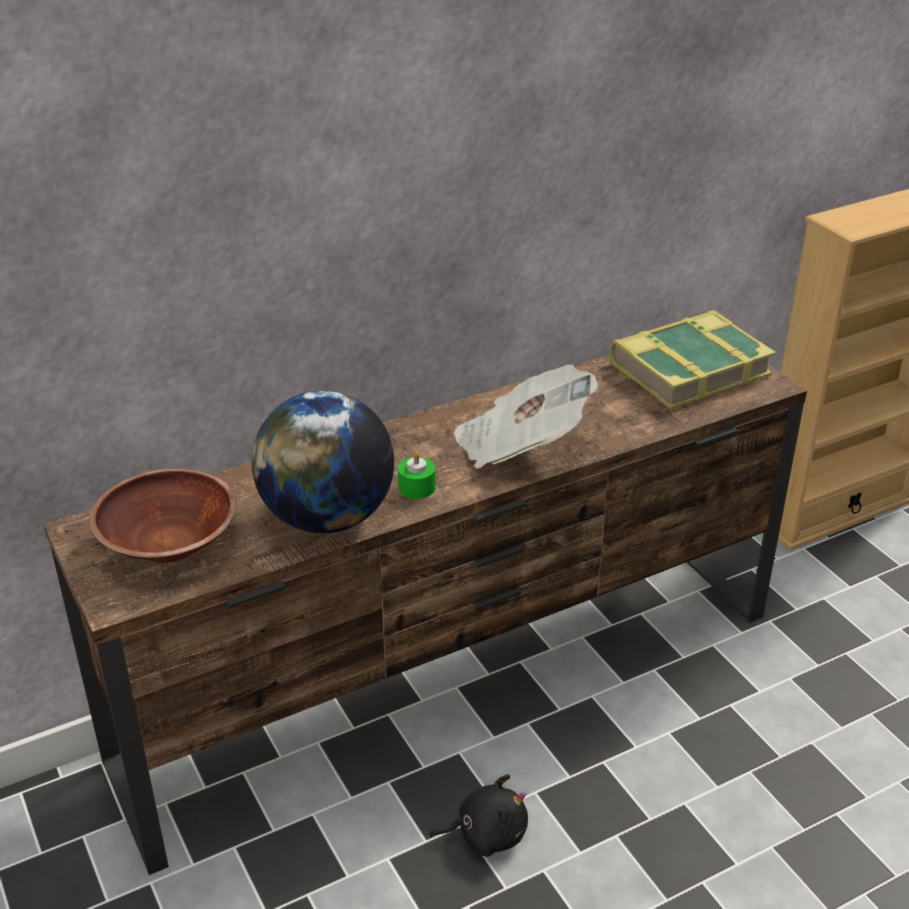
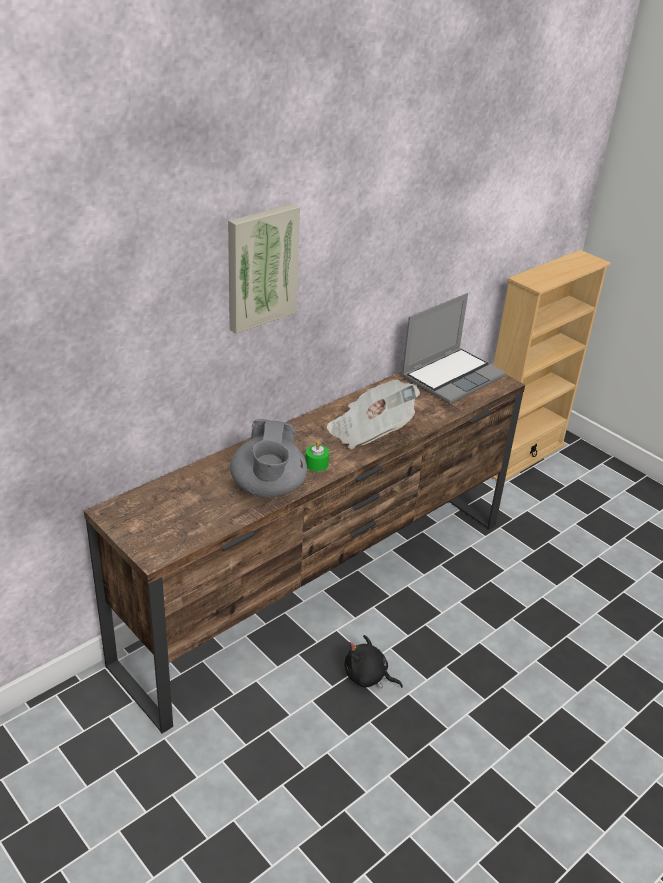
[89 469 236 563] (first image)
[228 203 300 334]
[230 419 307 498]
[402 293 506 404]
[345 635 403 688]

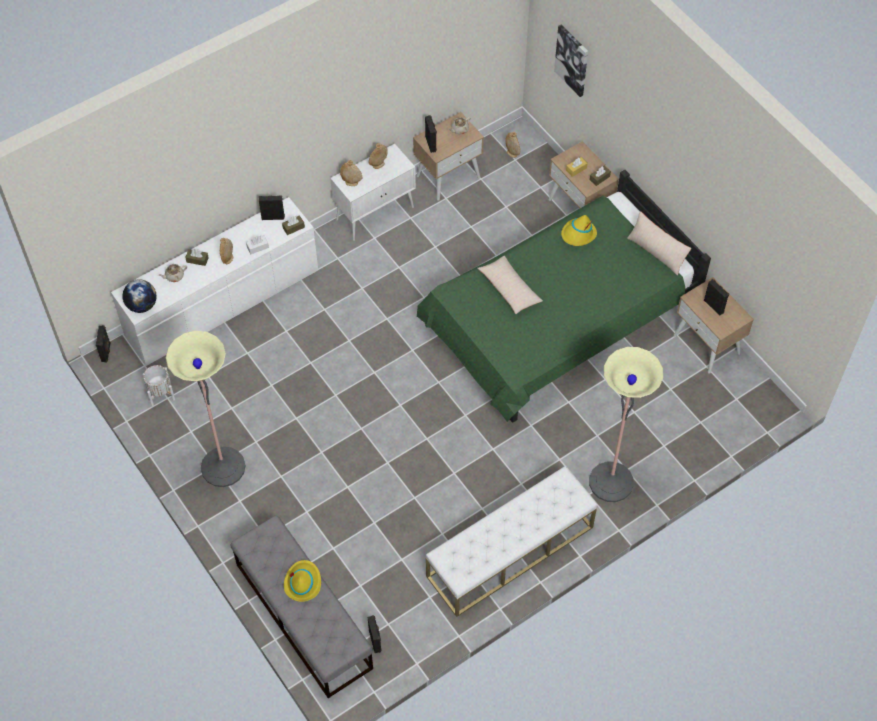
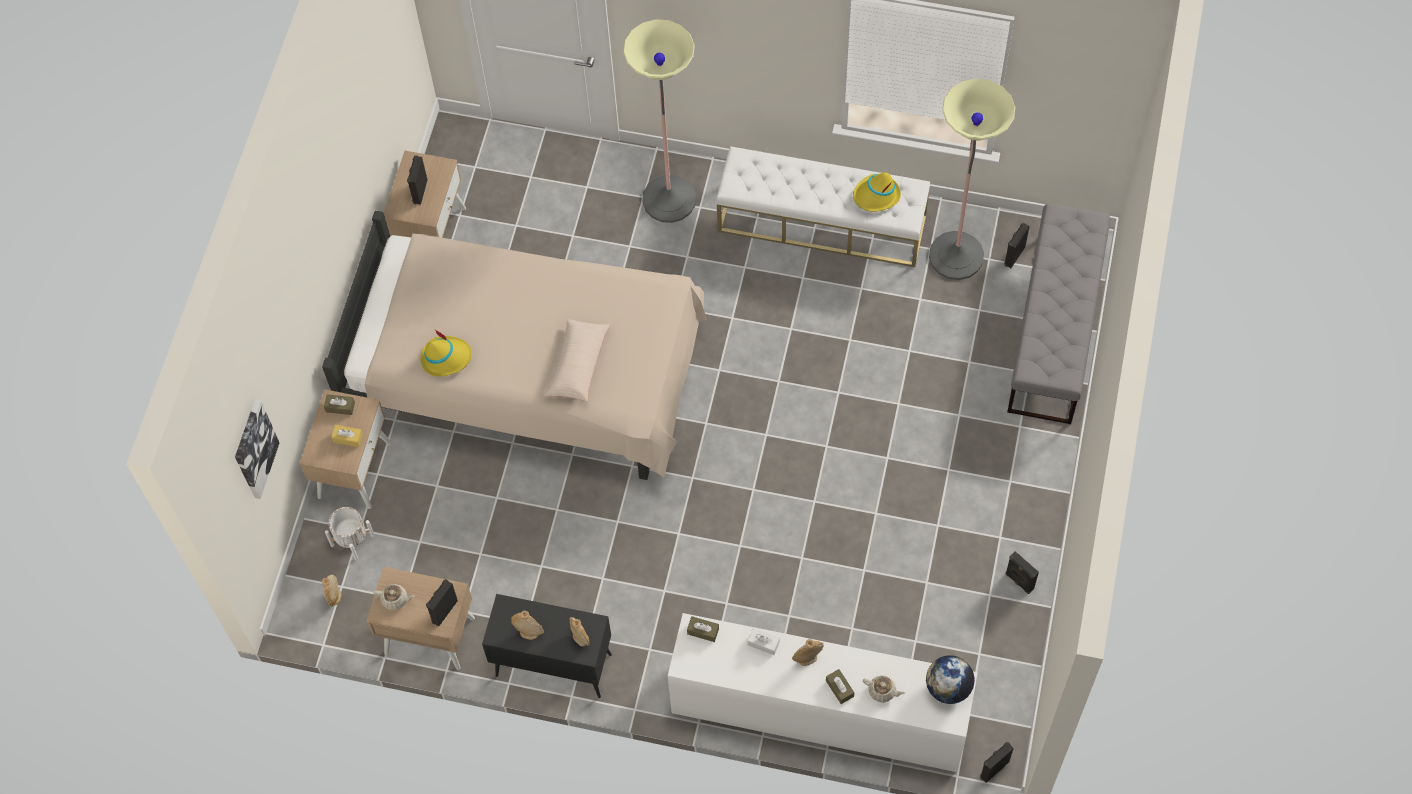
[627 211 691 275] (first image)
[325 507 375 561]
[929 78 1015 280]
[1006 551 1039 594]
[853 172 901 212]
[482 594 612 698]
[322 211 707 480]

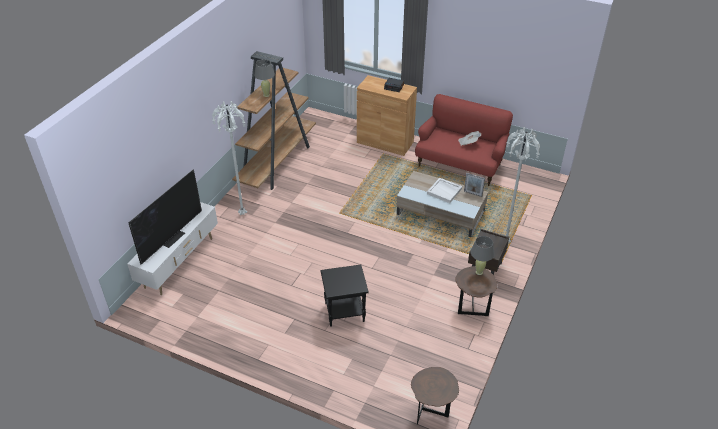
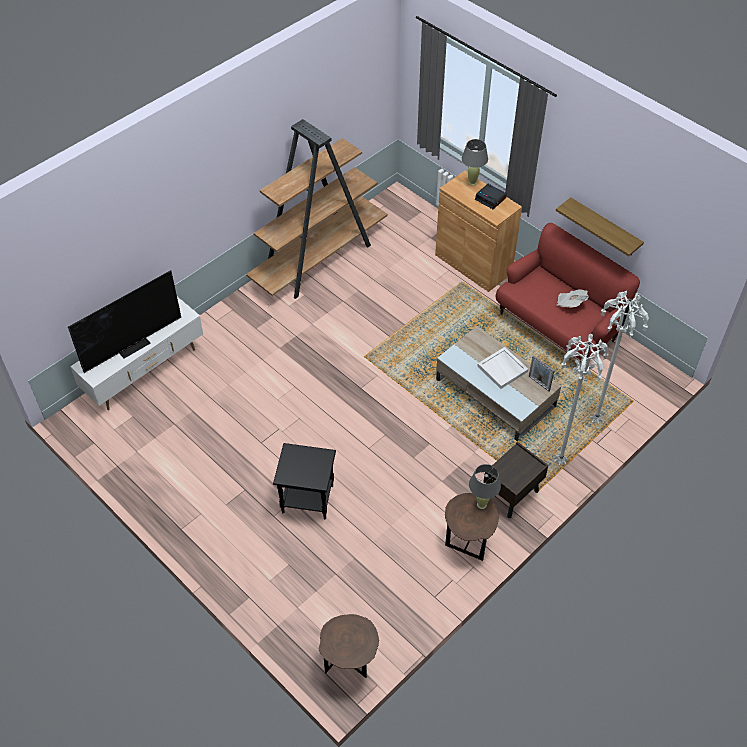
[556 197 644 256]
[590 291 649 425]
[462 139 488 185]

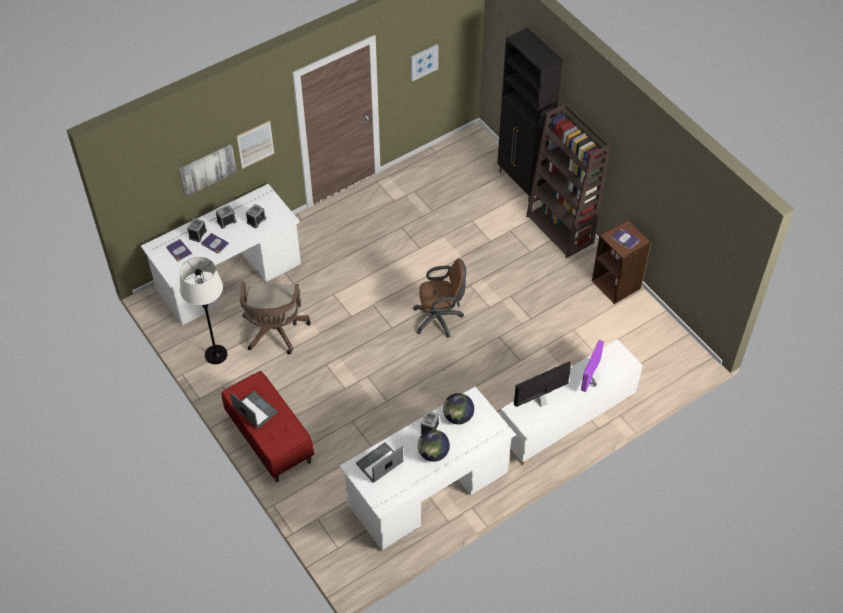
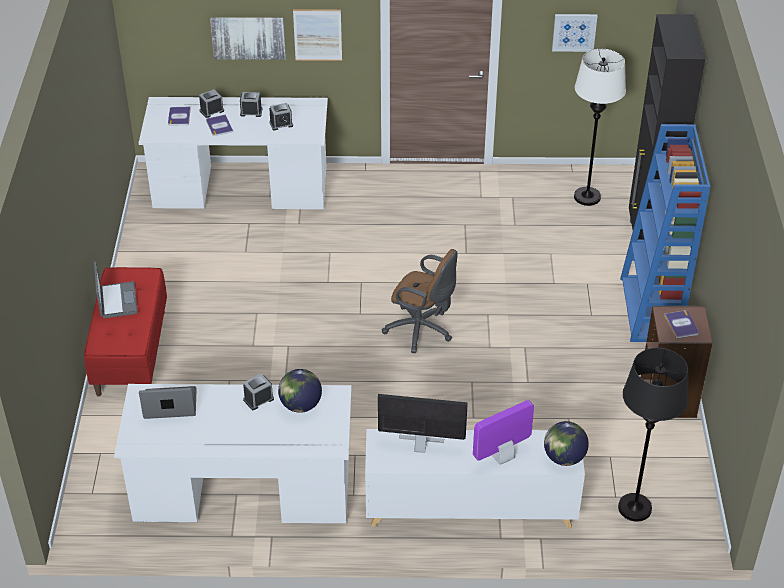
[239 281 311 354] (first image)
[618 348 688 522]
[574 49 626 206]
[544 421 589 466]
[620 124 711 342]

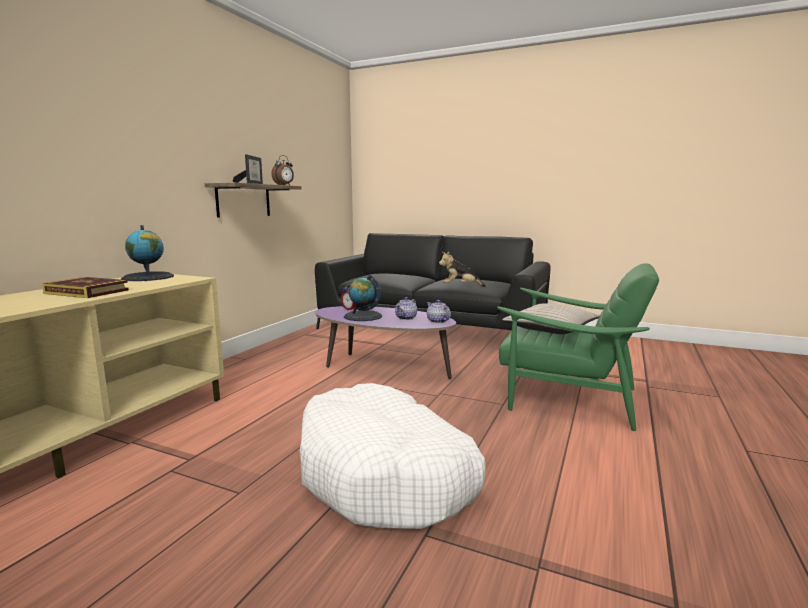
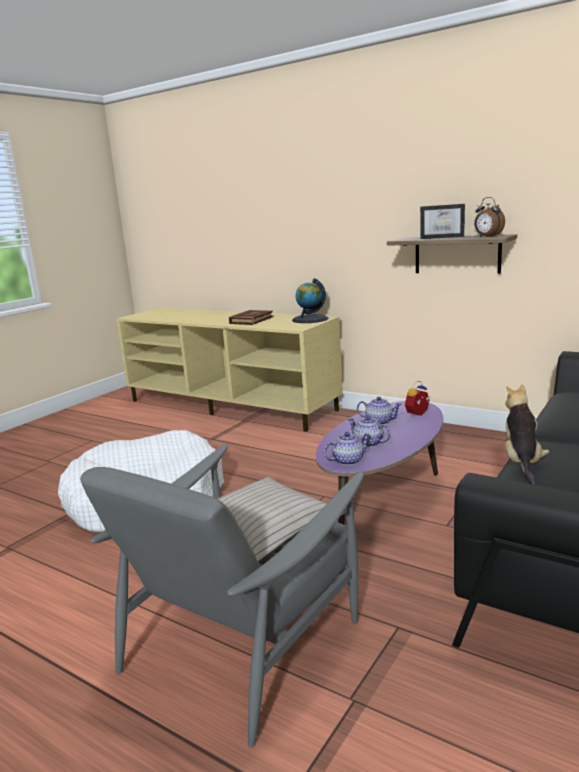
[357 397 402 425]
[80 444 364 747]

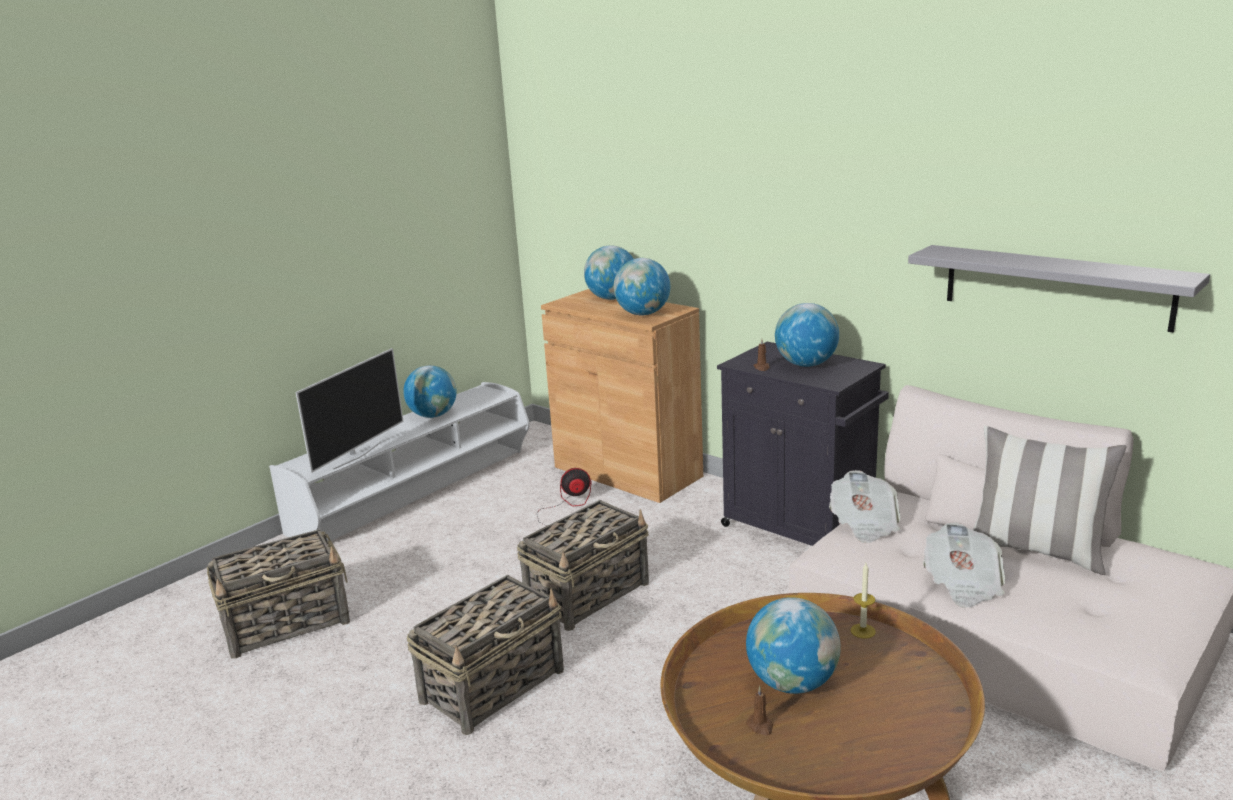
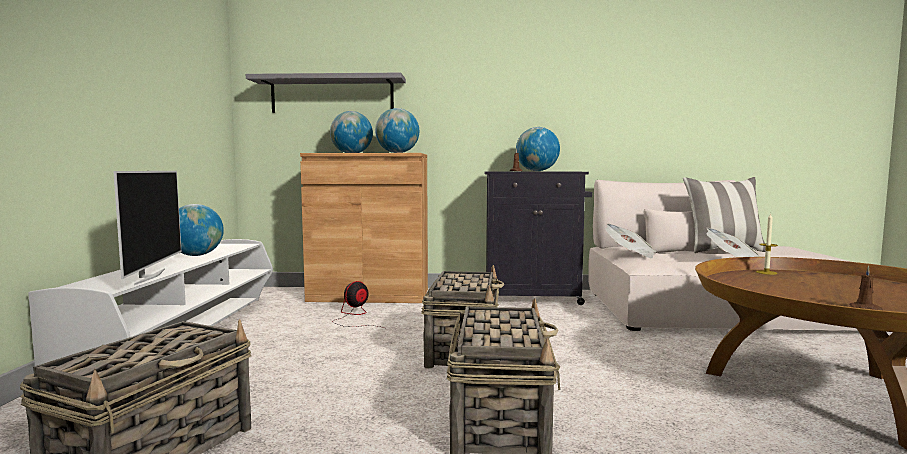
[746 597 841 694] (first image)
[246 73 406 113]

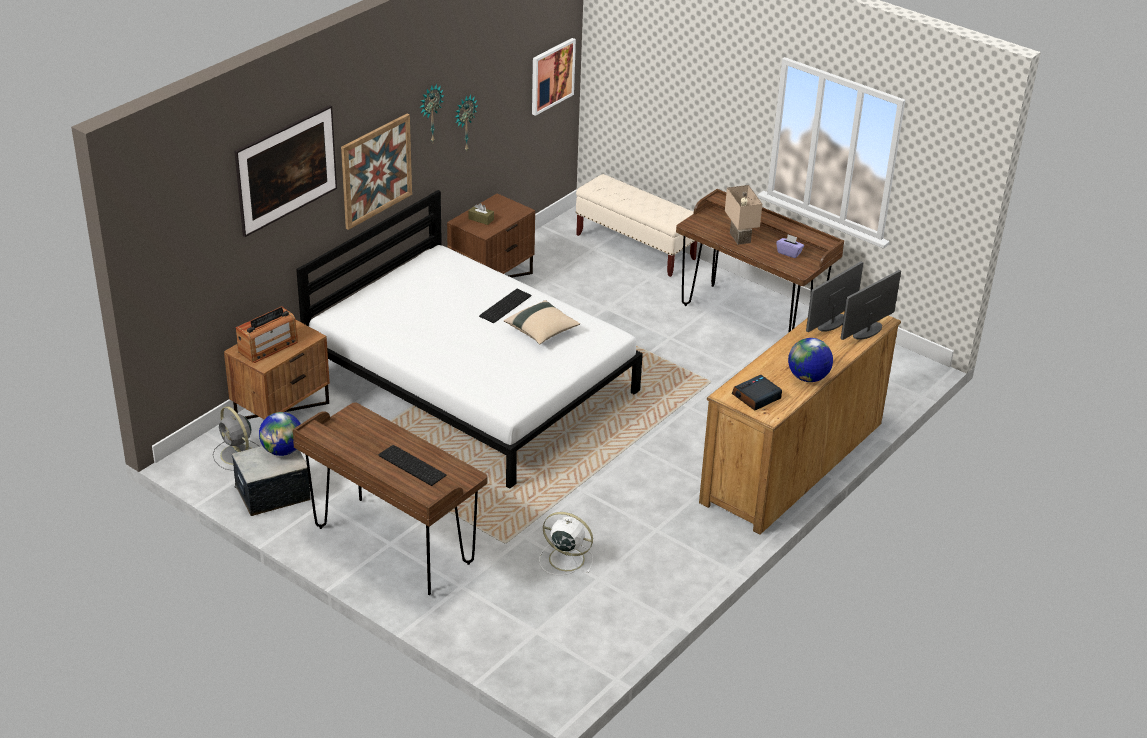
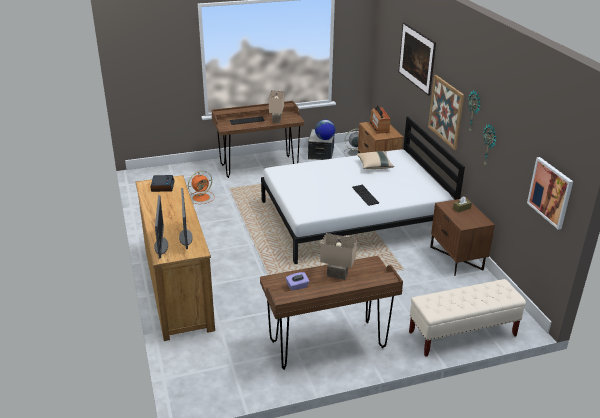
[788 338 833 382] (first image)
[269 91 284 123]
[357 151 394 169]
[188 171 215 204]

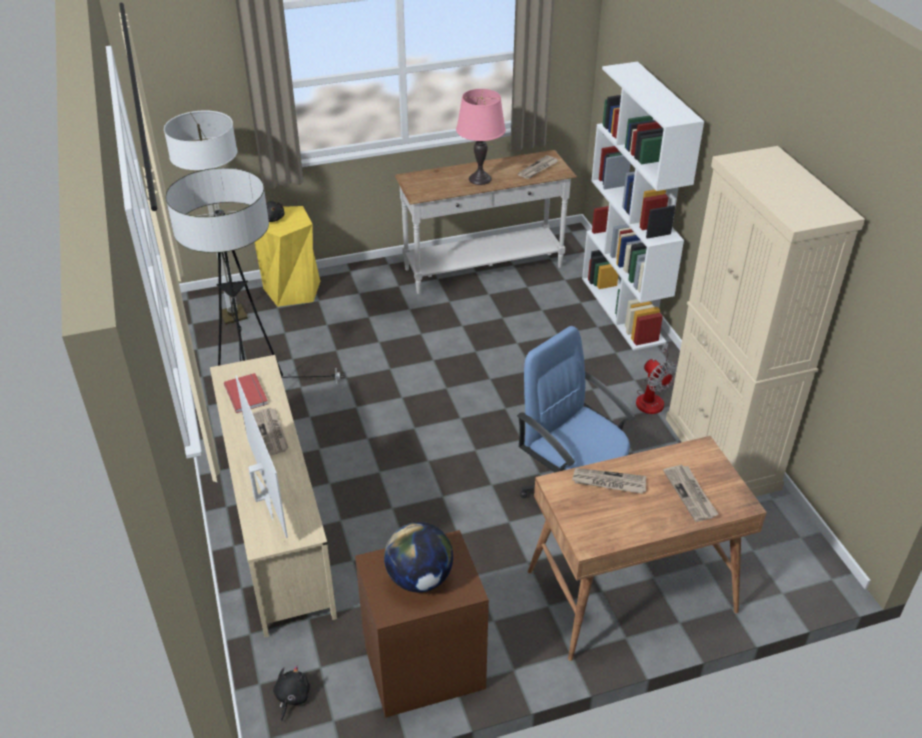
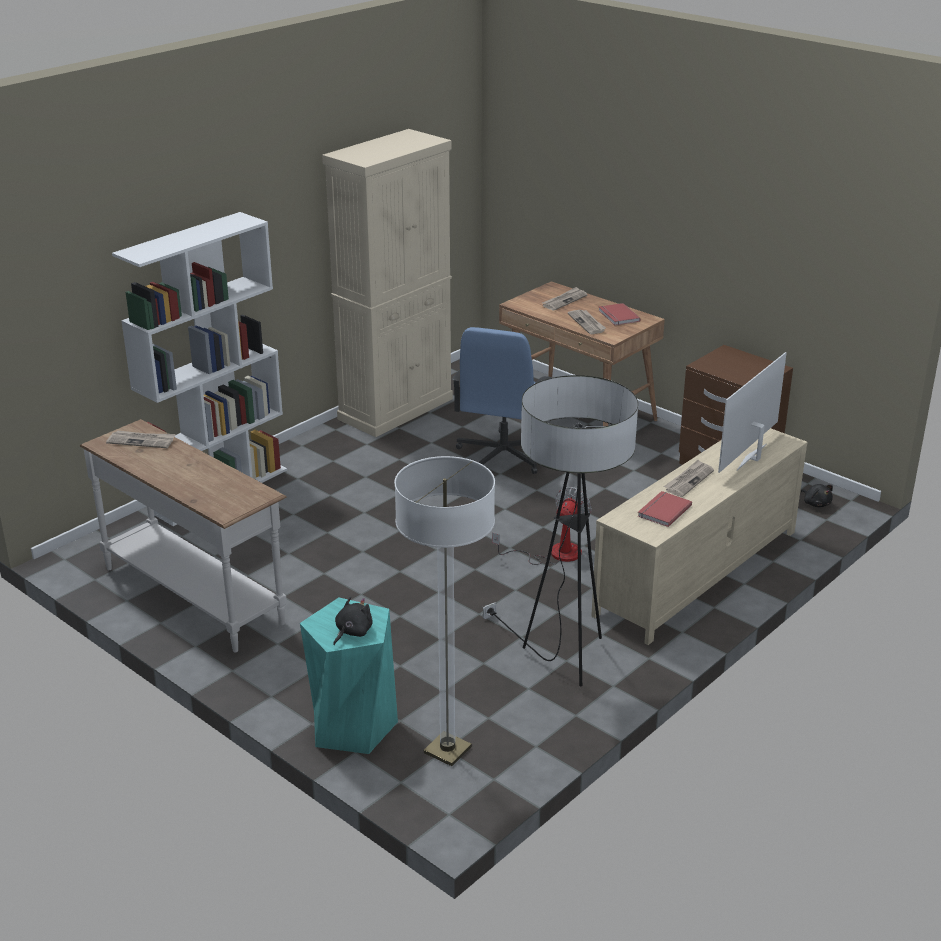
[384 522 453 592] (first image)
[456 89 506 185] (first image)
[598 303 640 325]
[492 487 592 565]
[300 597 398 754]
[801 484 833 507]

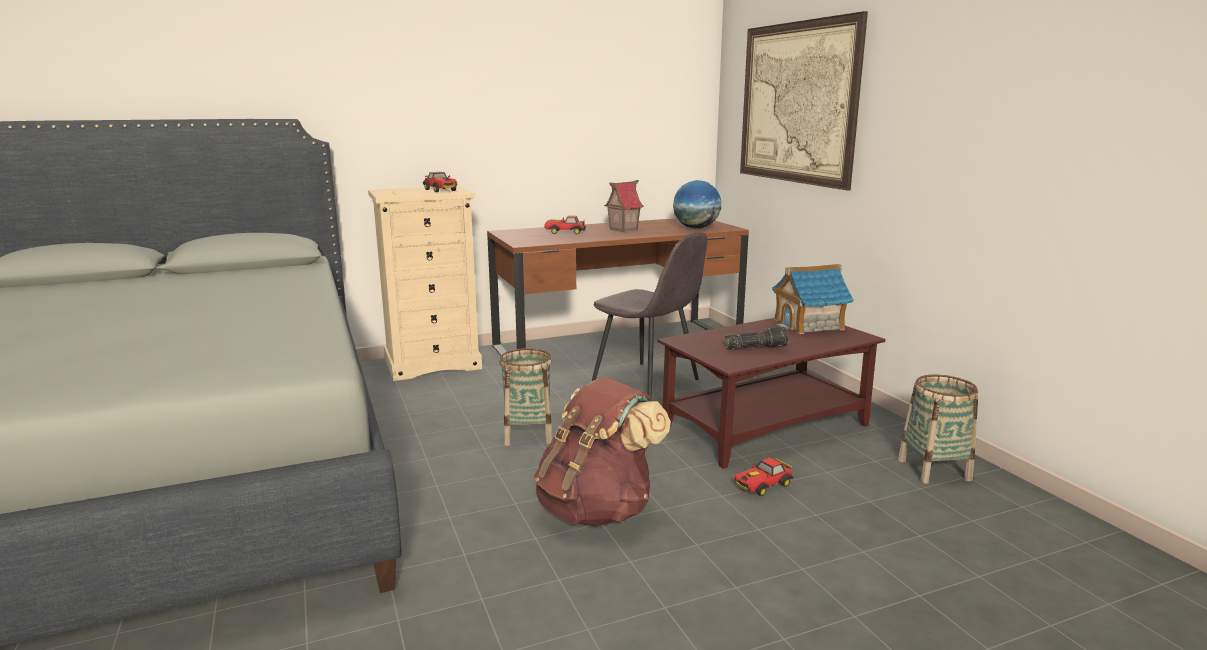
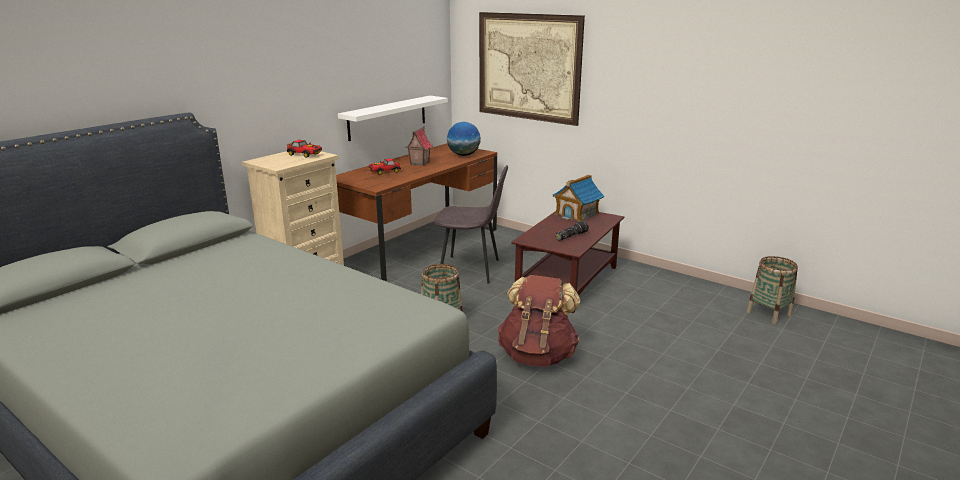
[734 457 793 496] (first image)
[338 96 448 141]
[747 256 798 324]

